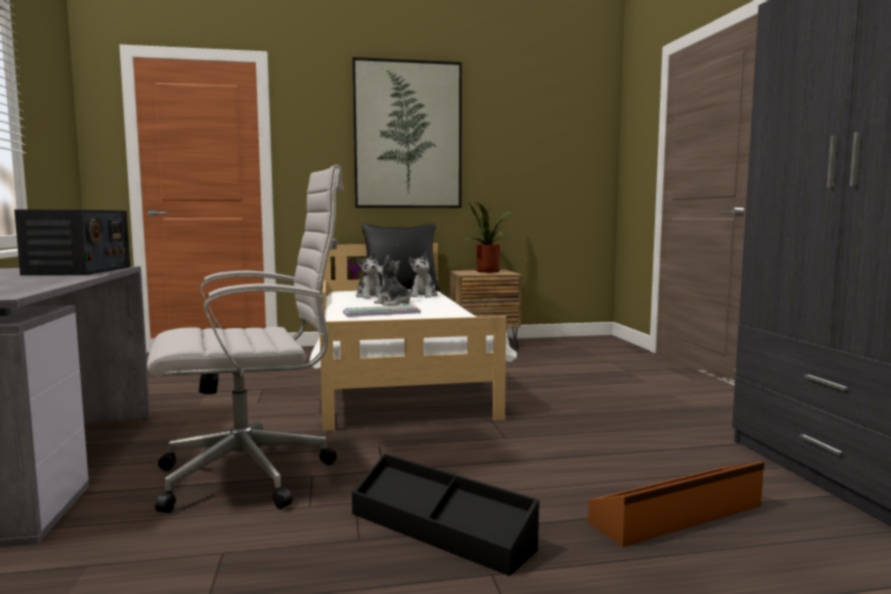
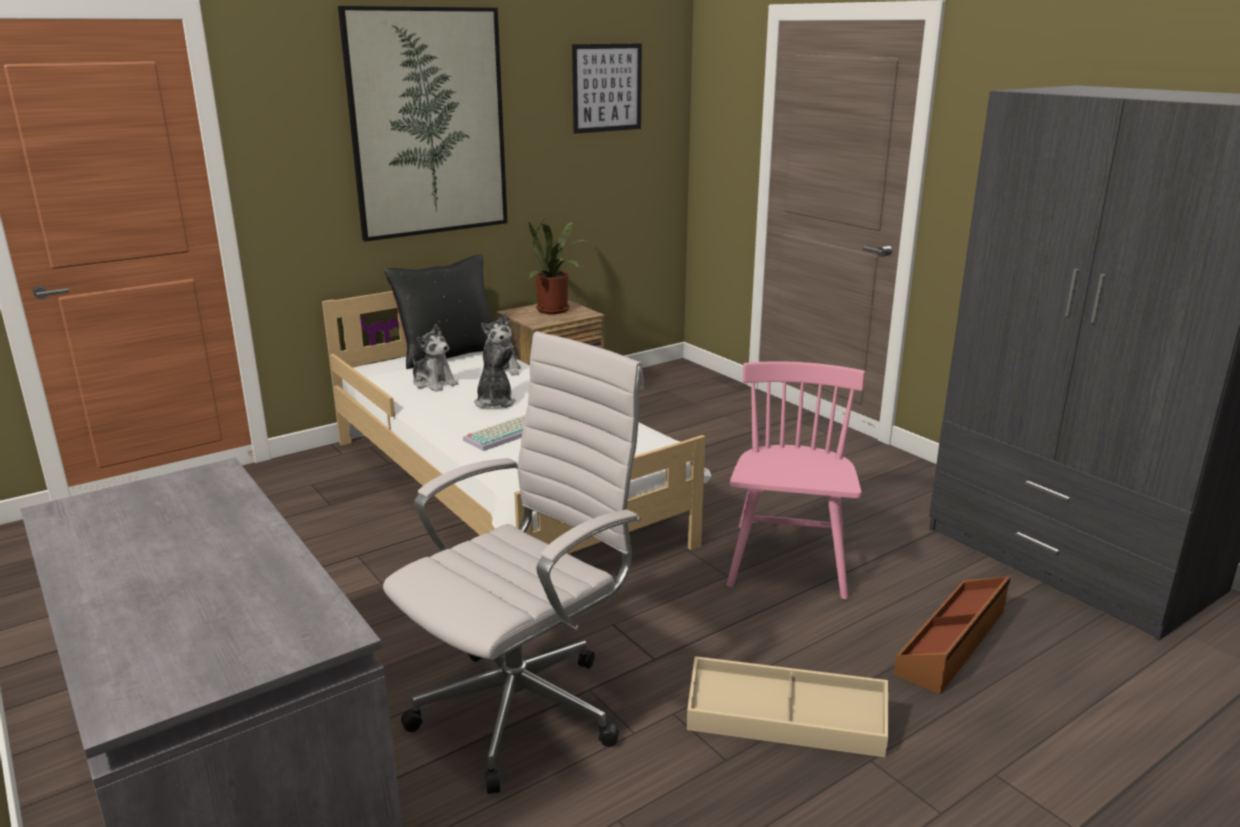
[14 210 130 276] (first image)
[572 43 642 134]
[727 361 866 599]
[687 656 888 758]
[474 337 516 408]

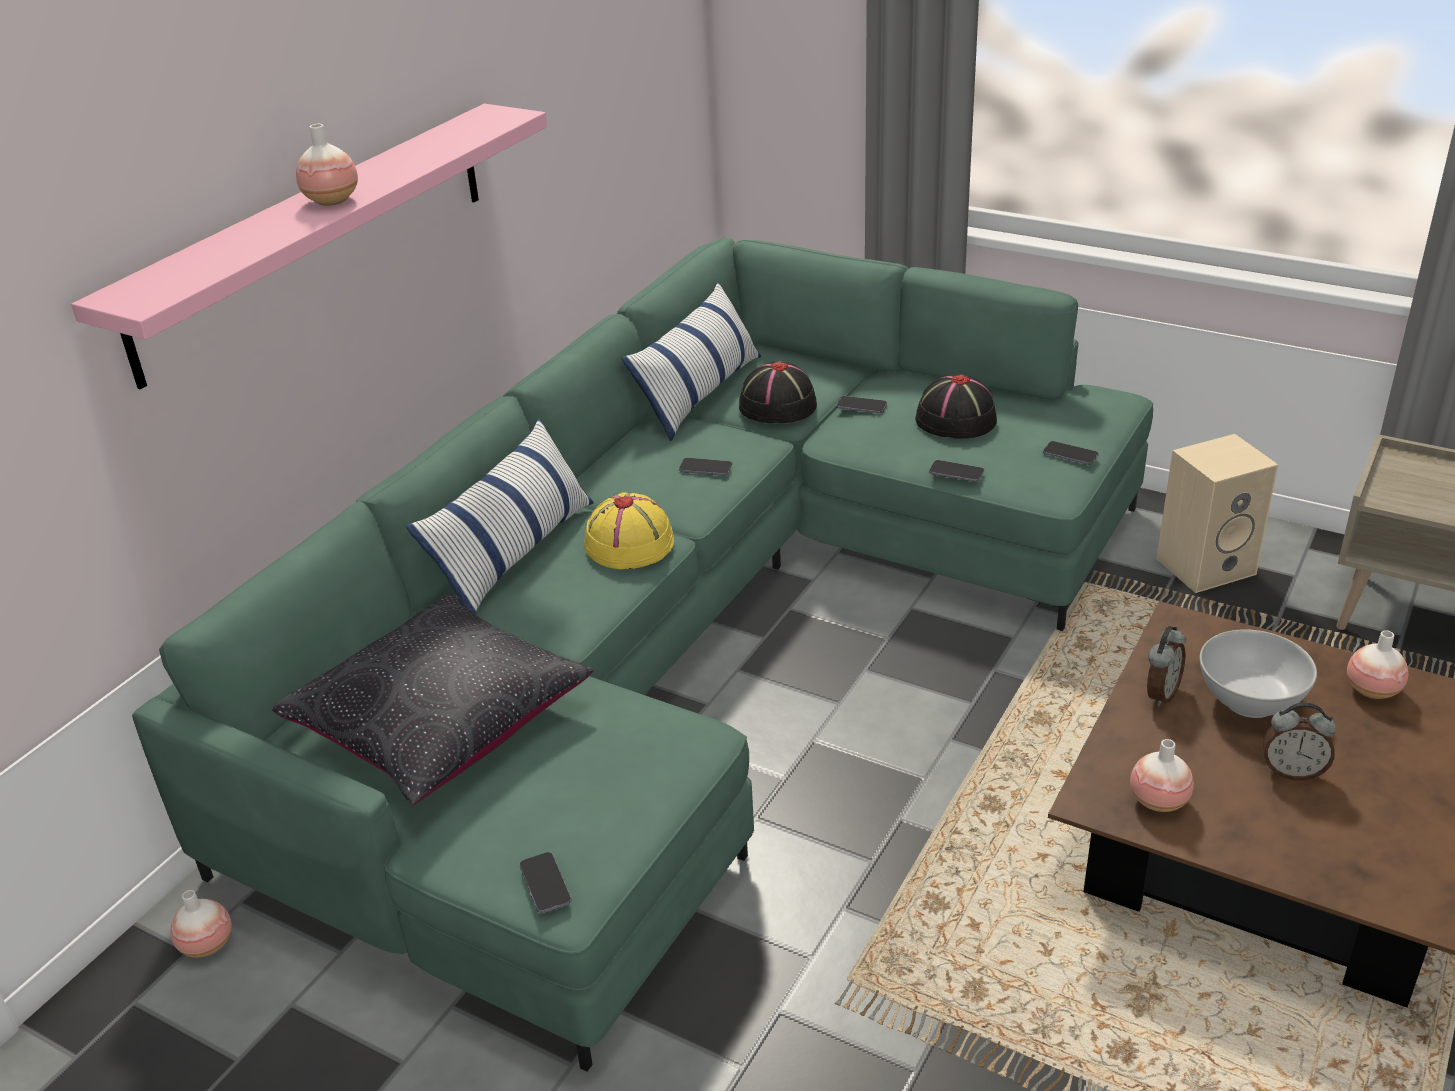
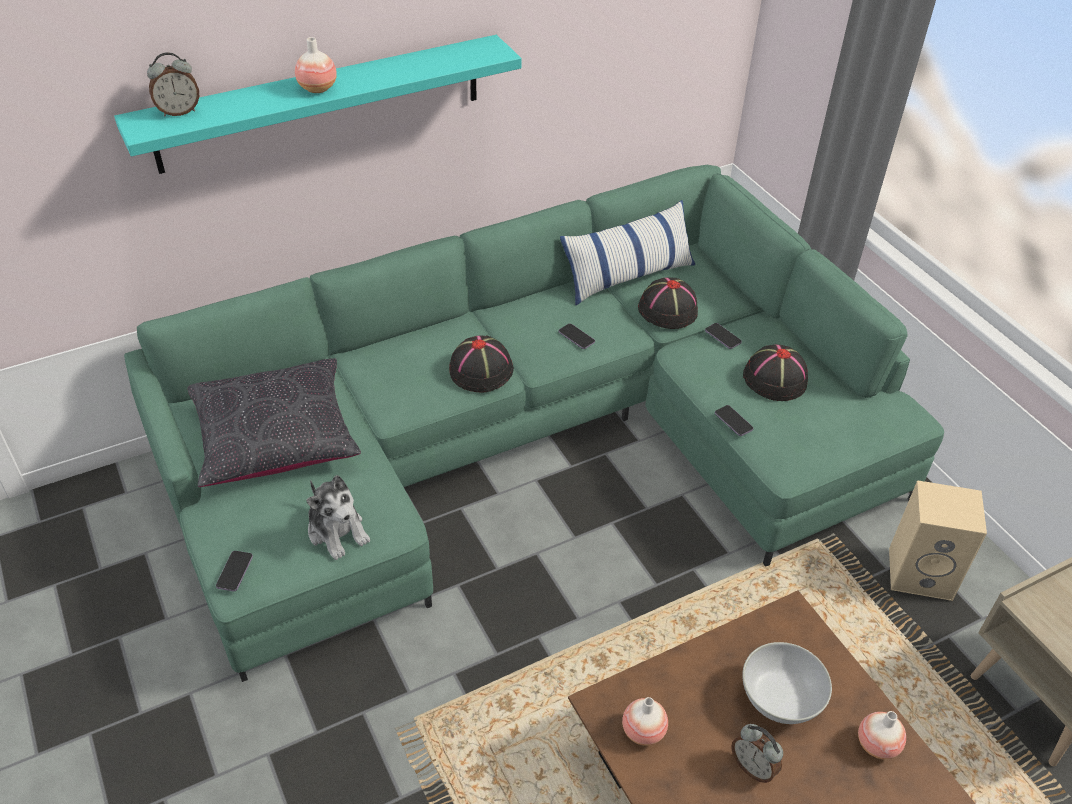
[170 890 232 958] (first image)
[406 418 593 614] (first image)
[1043 441 1099 465] (first image)
[306 475 370 560]
[147 52 199 116]
[114 35 522 174]
[449 335 514 392]

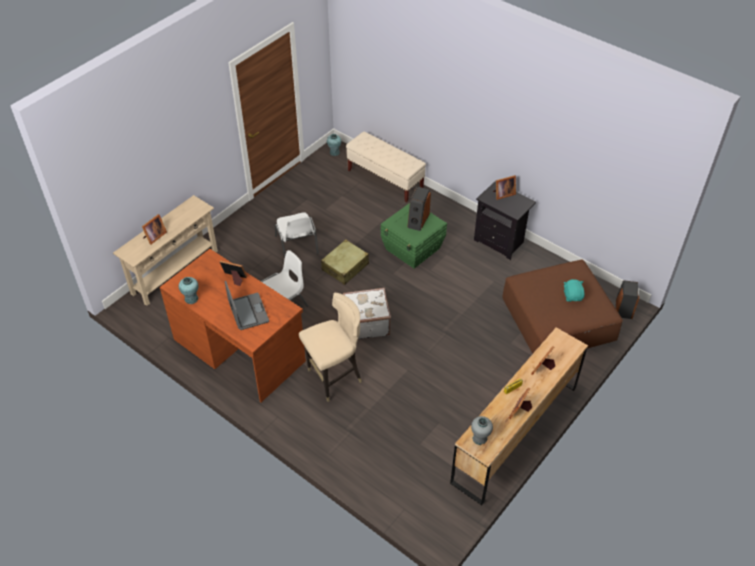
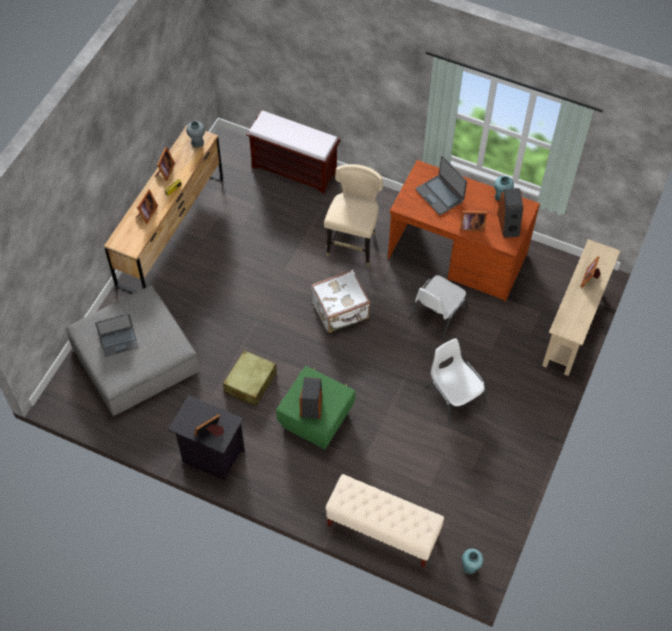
[246 110 340 194]
[223 350 277 406]
[497 188 523 238]
[95 313 139 357]
[65 285 200 416]
[324 164 383 267]

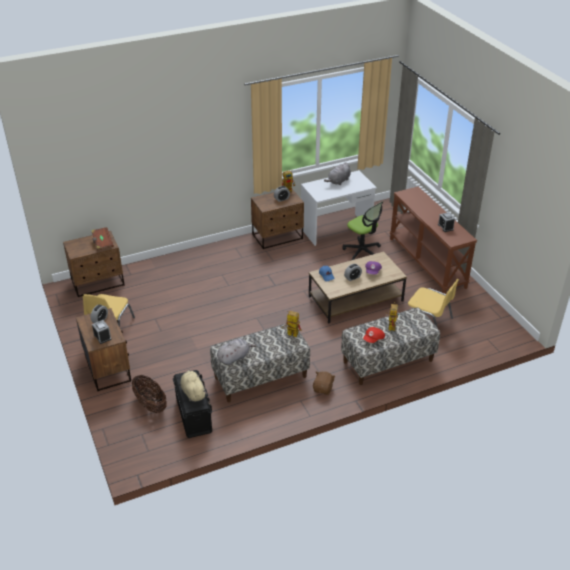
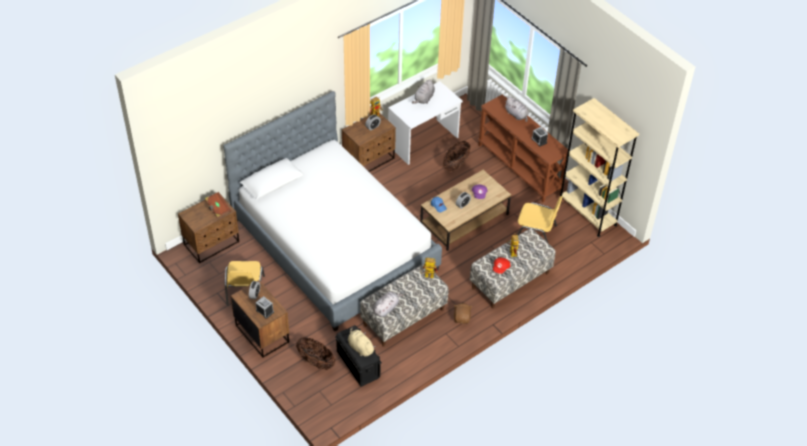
[223 91 442 331]
[504 96 529 122]
[560 98 639 237]
[443 141 470 171]

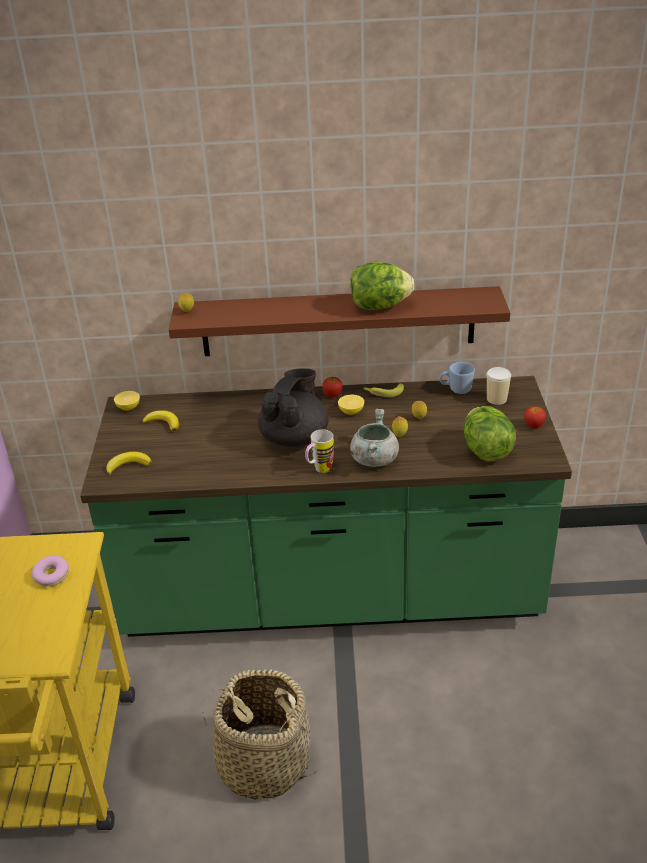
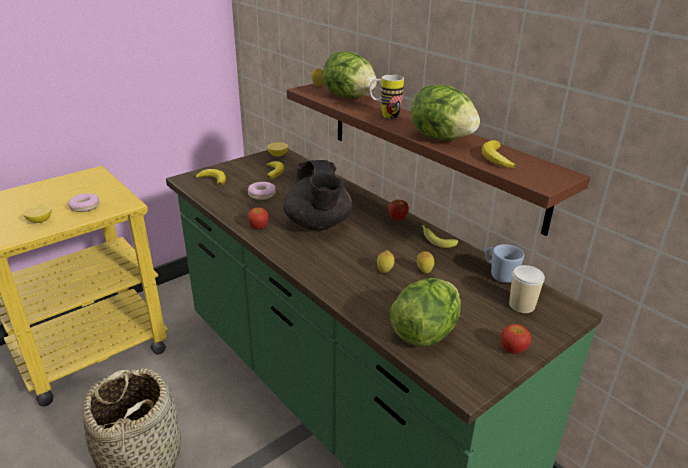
[350 409 399 467] (first image)
[248 182 276 200]
[248 208 269 229]
[323 52 377 98]
[482 140 516 168]
[369 74 404 119]
[23 205 52 223]
[283 160 353 230]

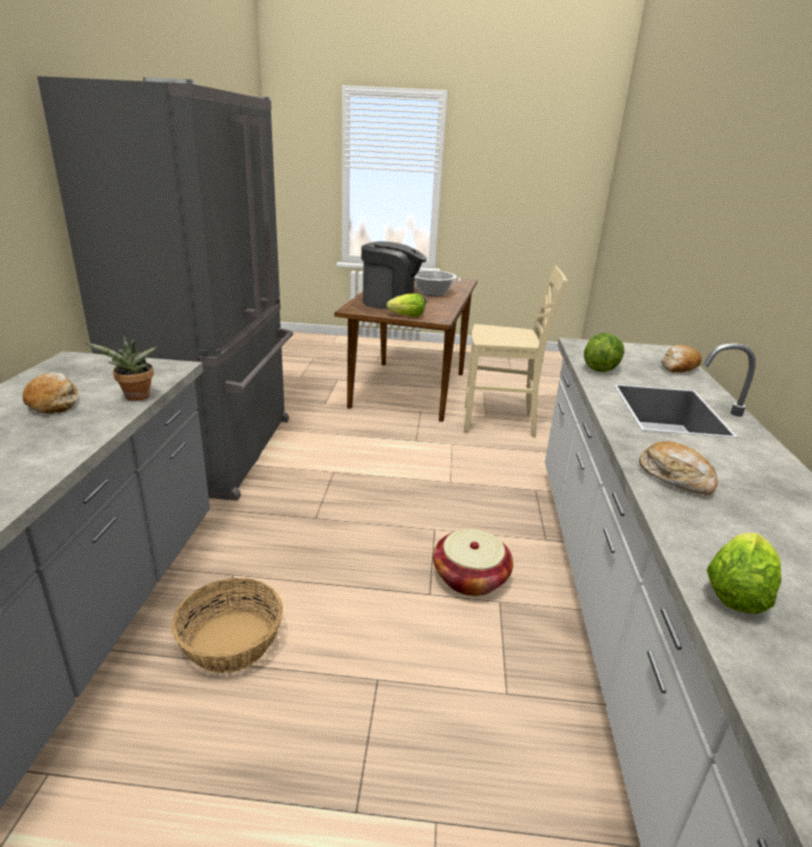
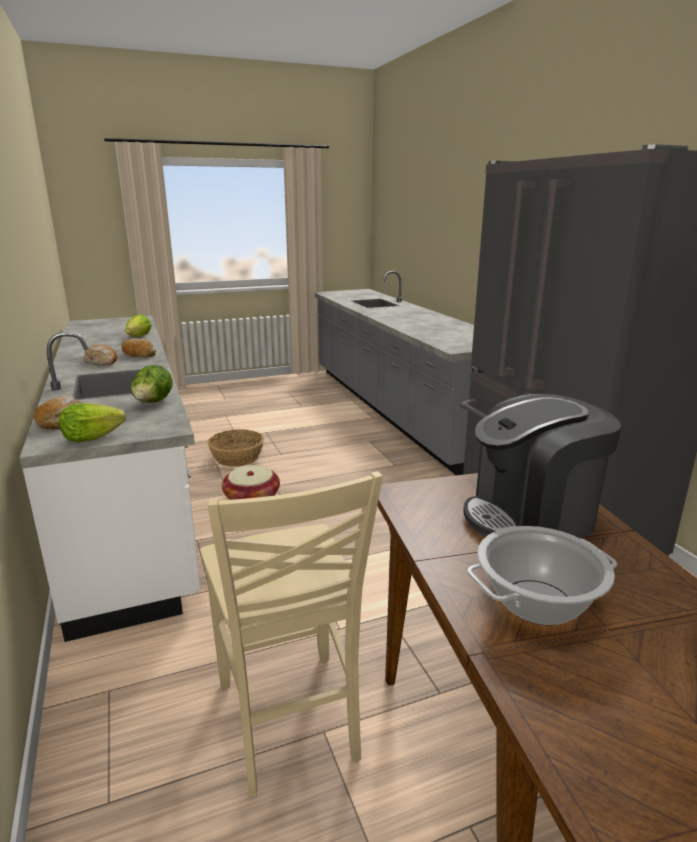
[85 336 157 401] (first image)
[83 345 117 365]
[208 429 264 467]
[59 403 126 442]
[200 471 383 797]

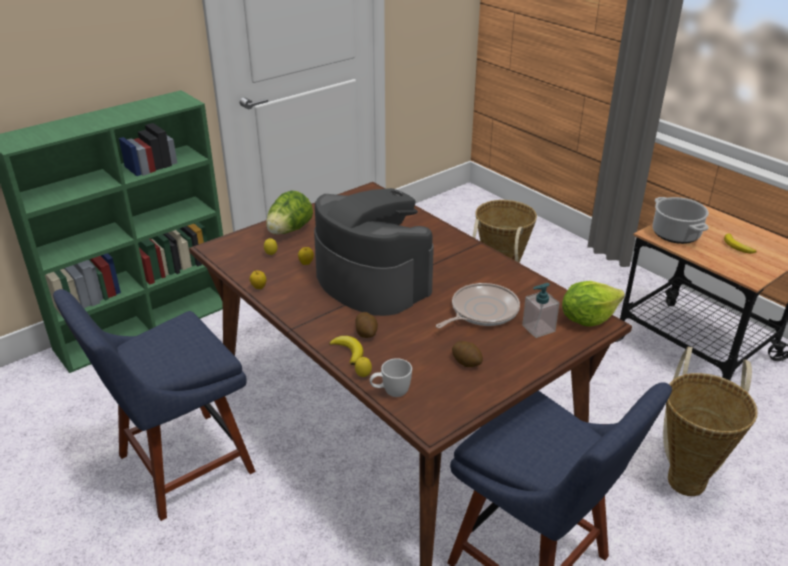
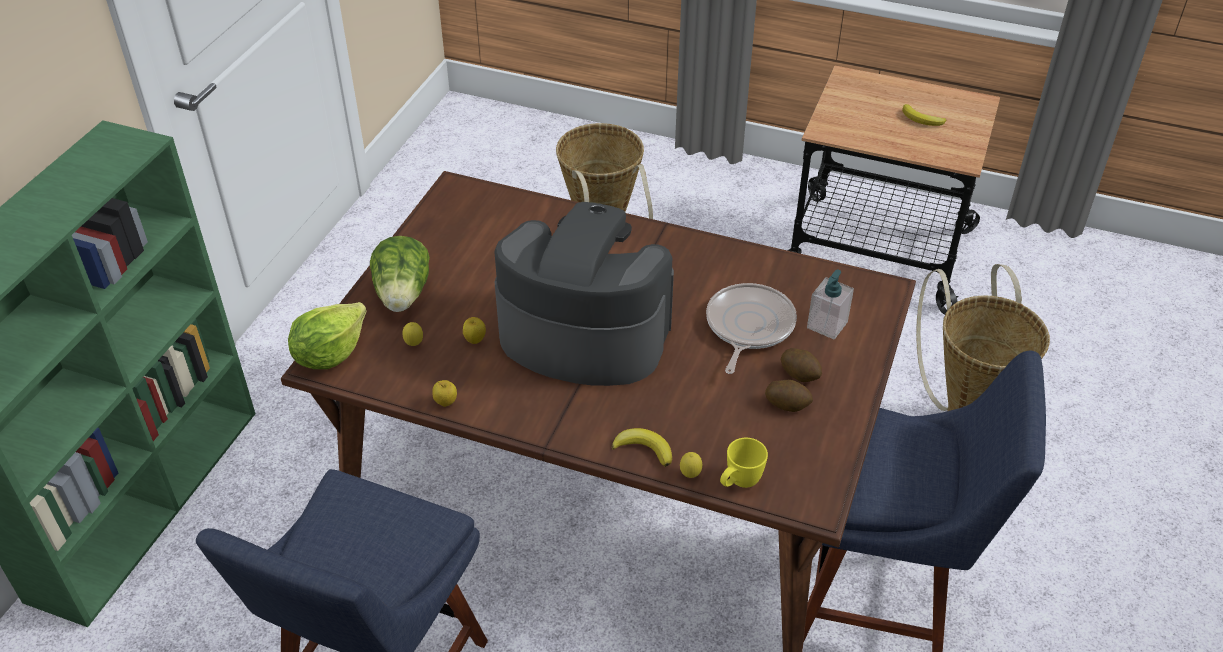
[653 197 709 244] (first image)
[781 348 822 382]
[288 302 367 369]
[720 438 768 488]

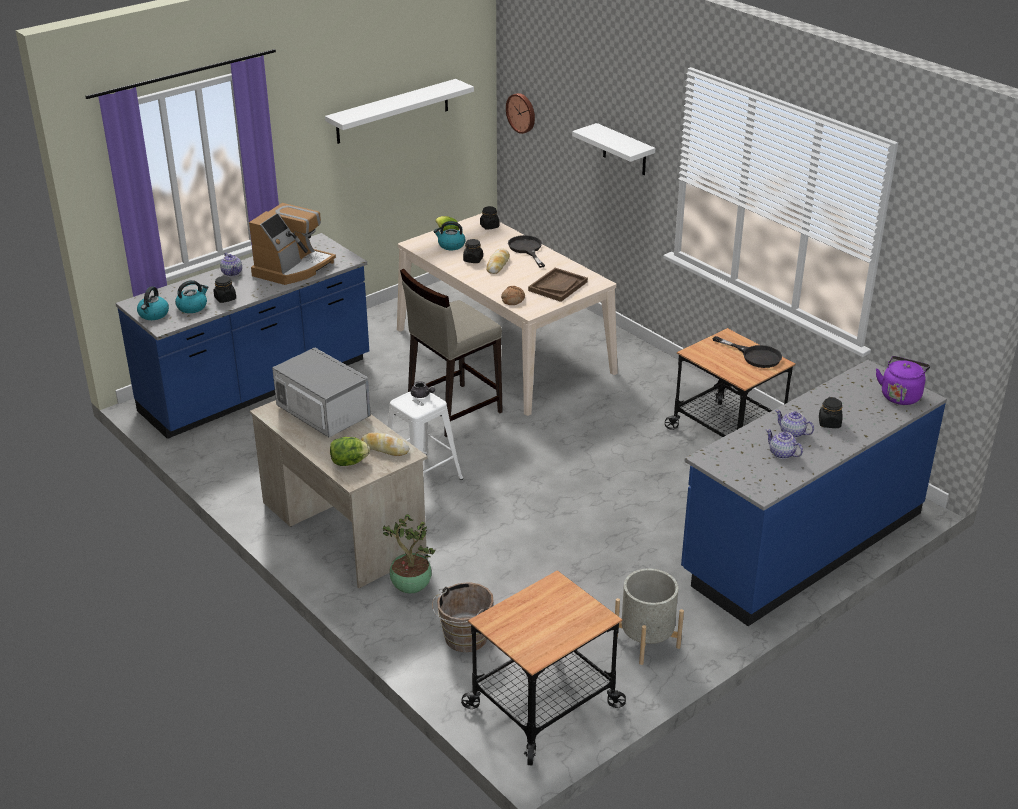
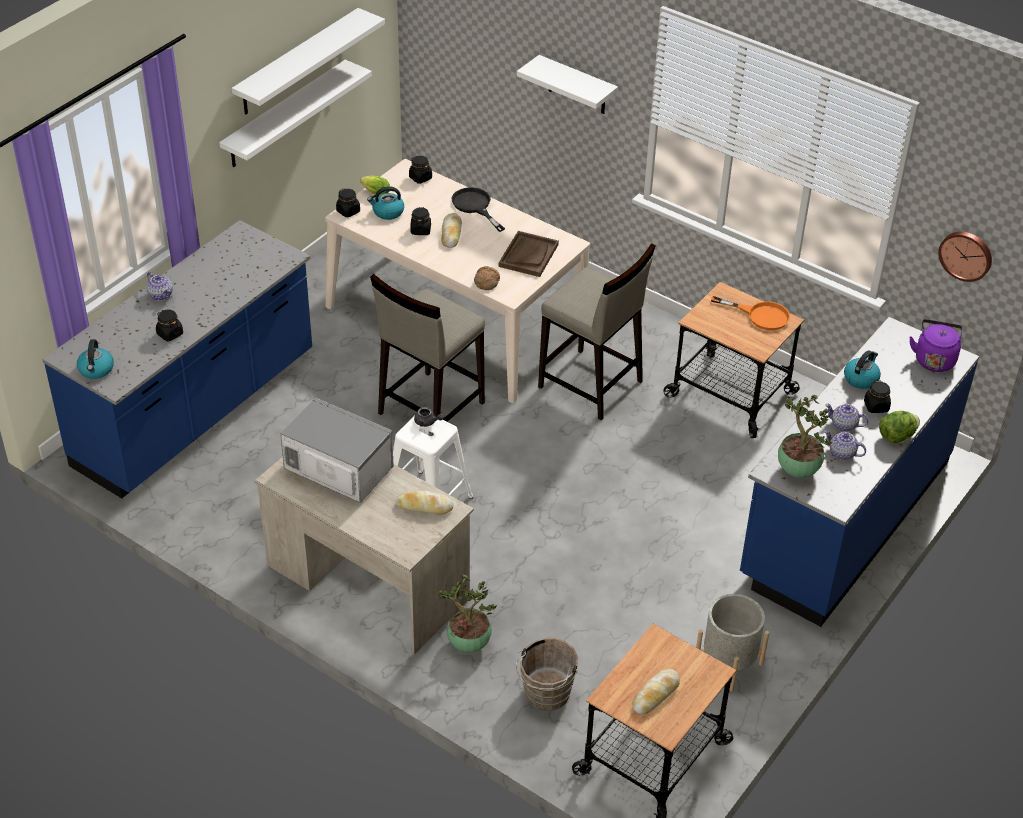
[249 203 336 285] (first image)
[219 60 372 167]
[336 188 360 217]
[538 243 655 420]
[632 669 680 714]
[778 395 833 478]
[844 350 881 389]
[879 411 920 443]
[938 232 992 282]
[711 296 790 330]

